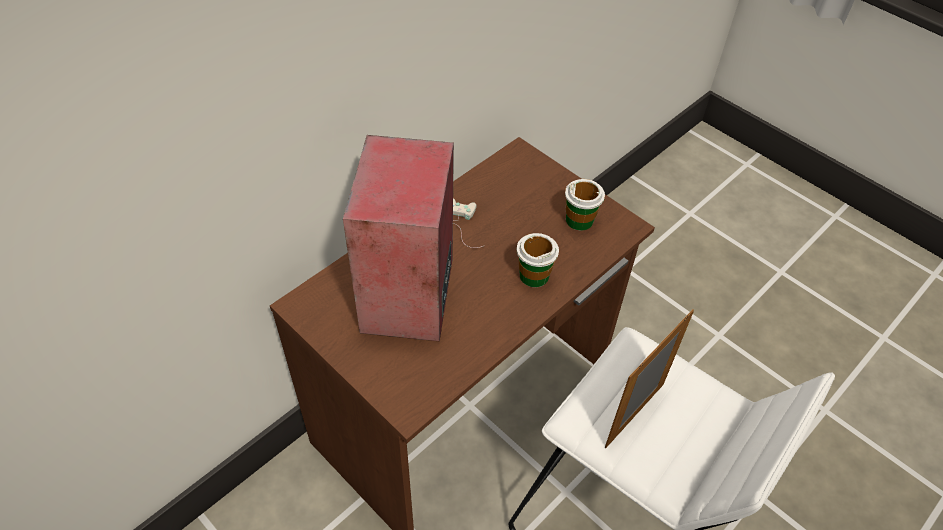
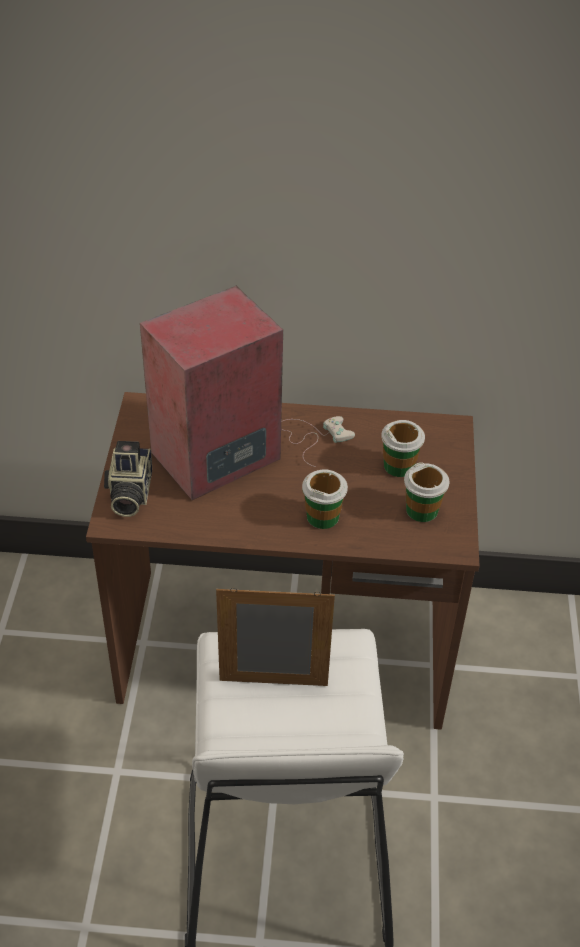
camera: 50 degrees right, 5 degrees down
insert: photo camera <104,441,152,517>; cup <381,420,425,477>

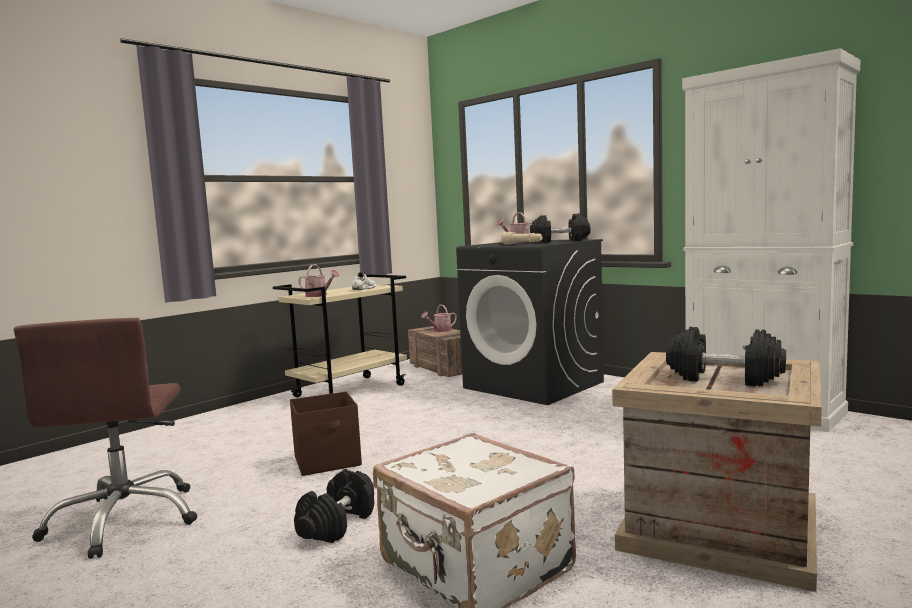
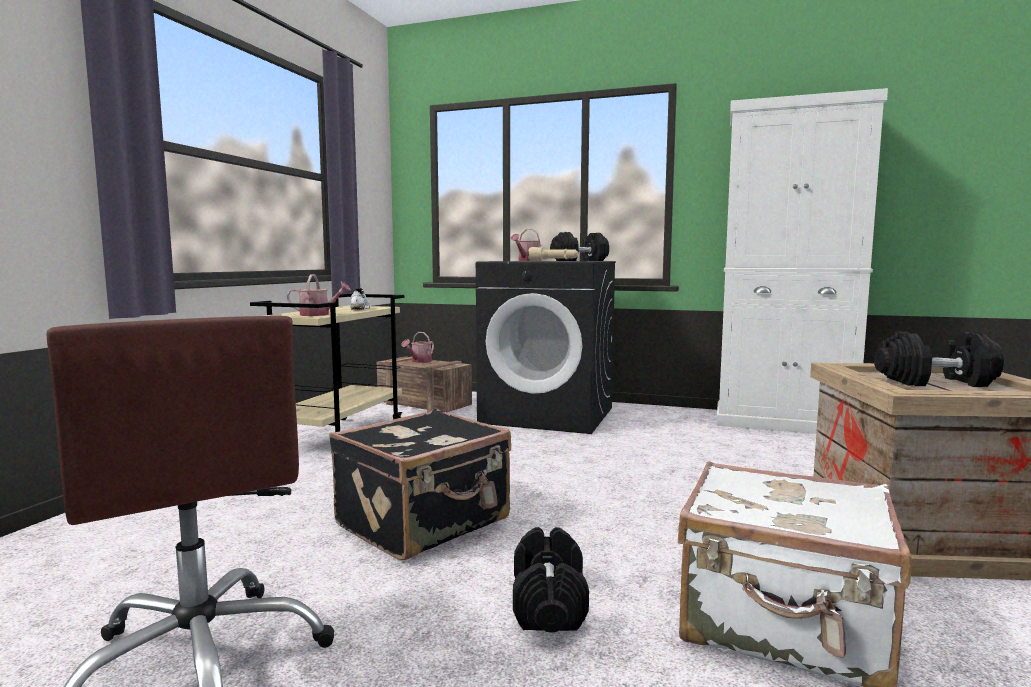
camera: 25 degrees left, 0 degrees up
replace: brown storage bin <290,391,362,476> to black-coloured piece of luggage <329,409,511,561>

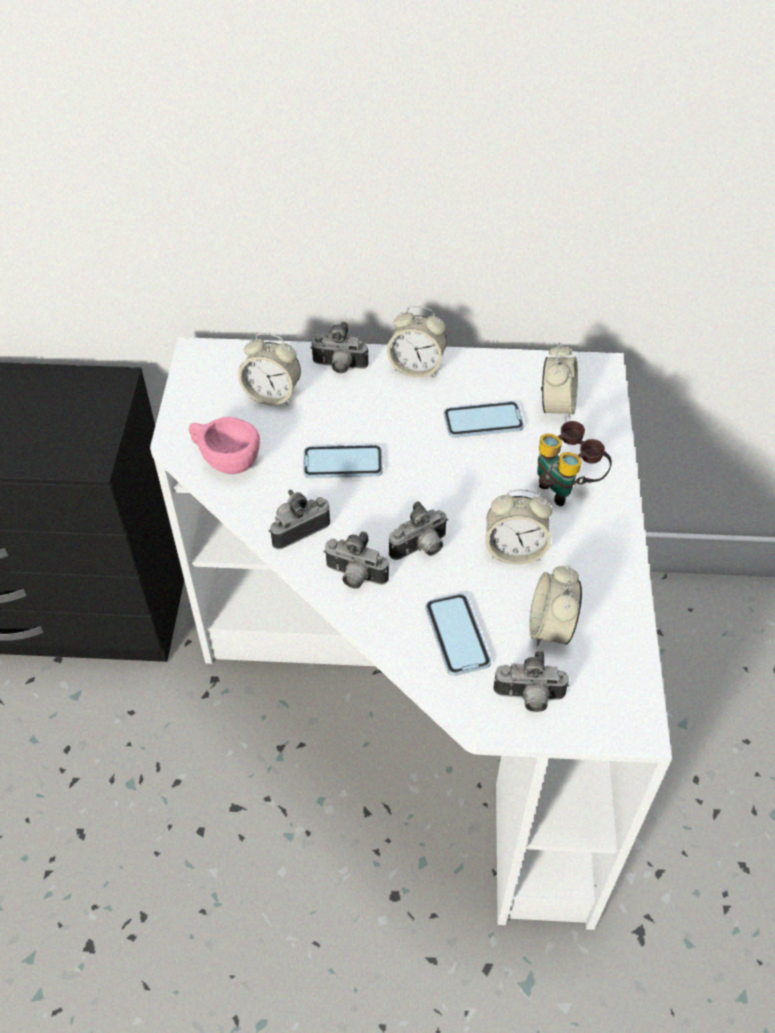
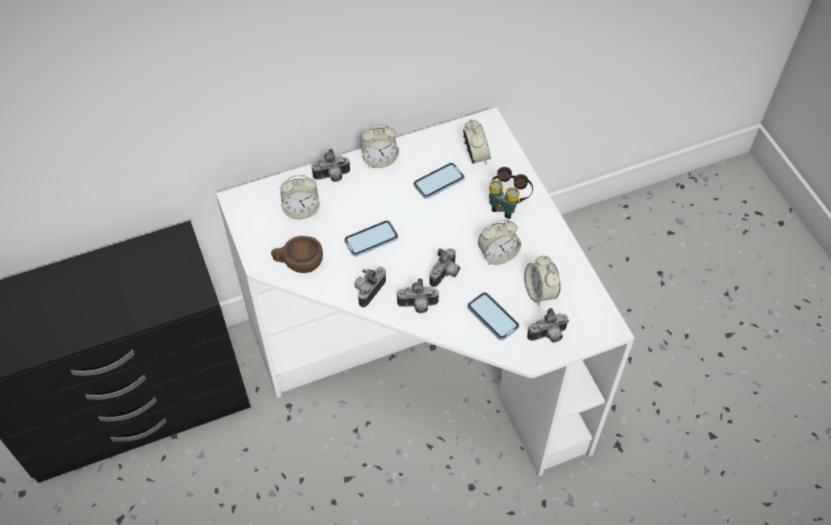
camera: 25 degrees left, 5 degrees up
recolor: pink-coloured cup <189,417,260,474> to brown cup <271,236,323,273>

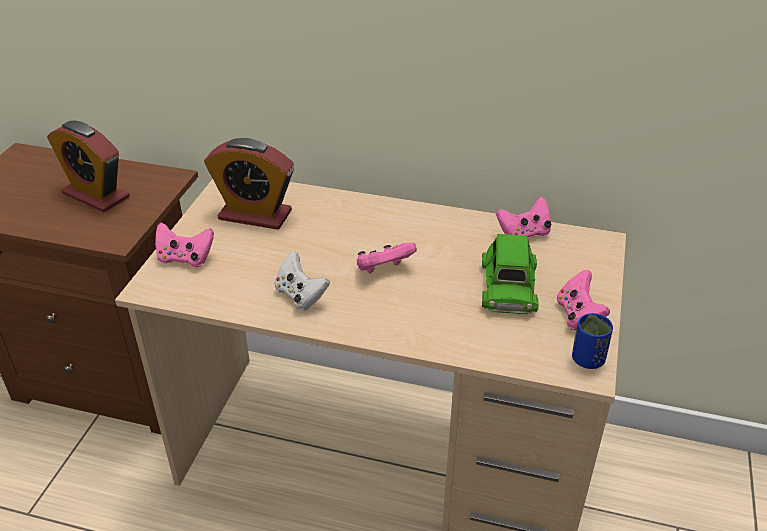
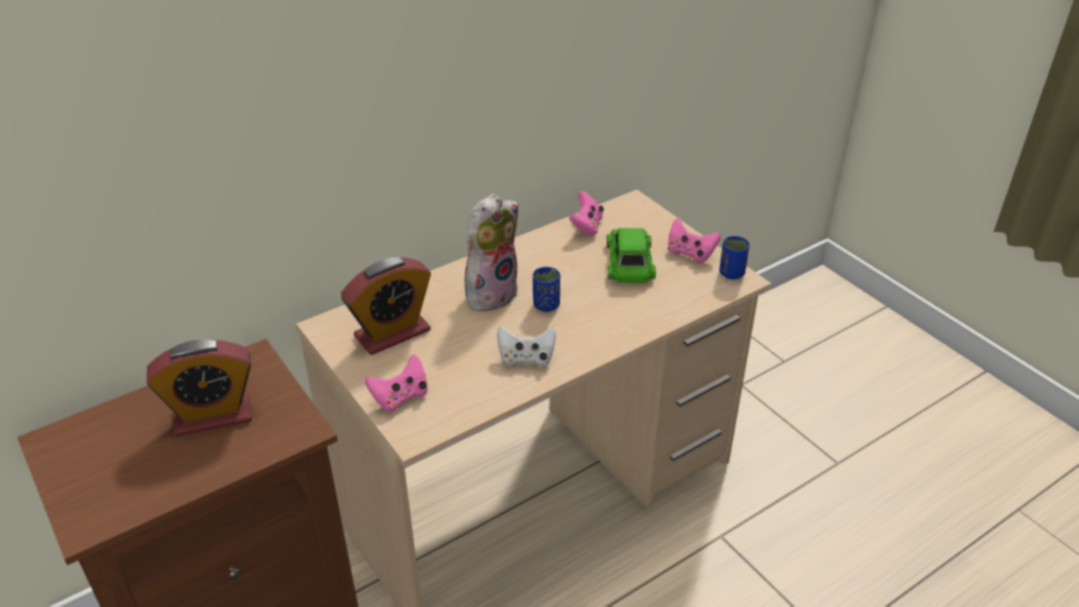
camera: 50 degrees left, 0 degrees up
insert: cuddly toy <465,194,518,313>
replace: pink-coloured game controller <357,243,417,274> to blue cup <533,267,560,312>
rotate: green toy car <482,234,539,314> = <607,228,656,283> 135 degrees counterclockwise

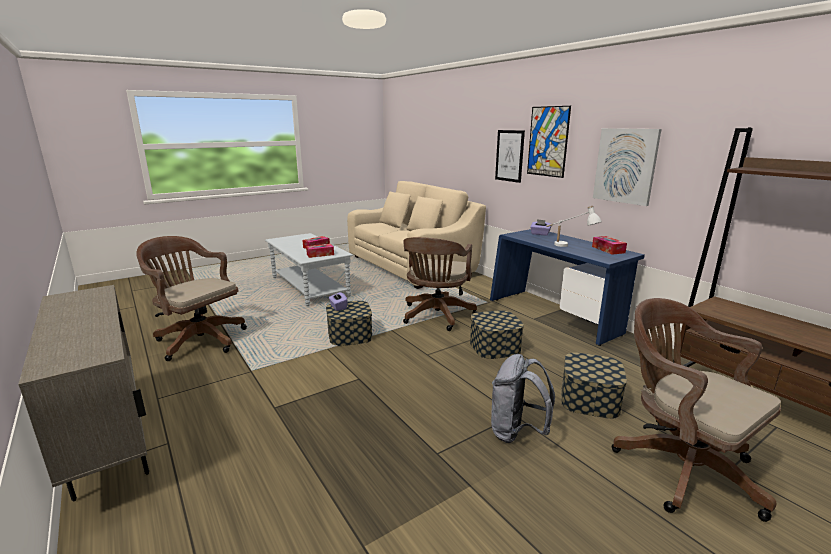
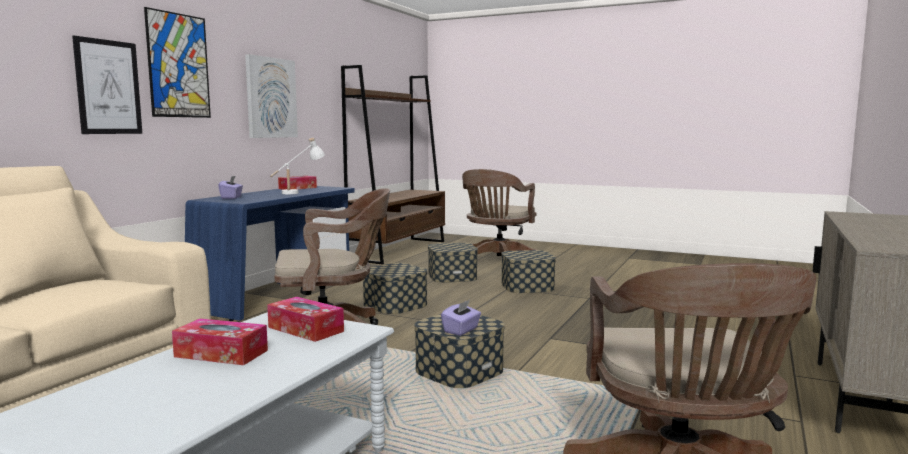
camera: 120 degrees left, 10 degrees down
replace: greyish rucksack <491,354,555,443> to storage bin <502,250,556,293>

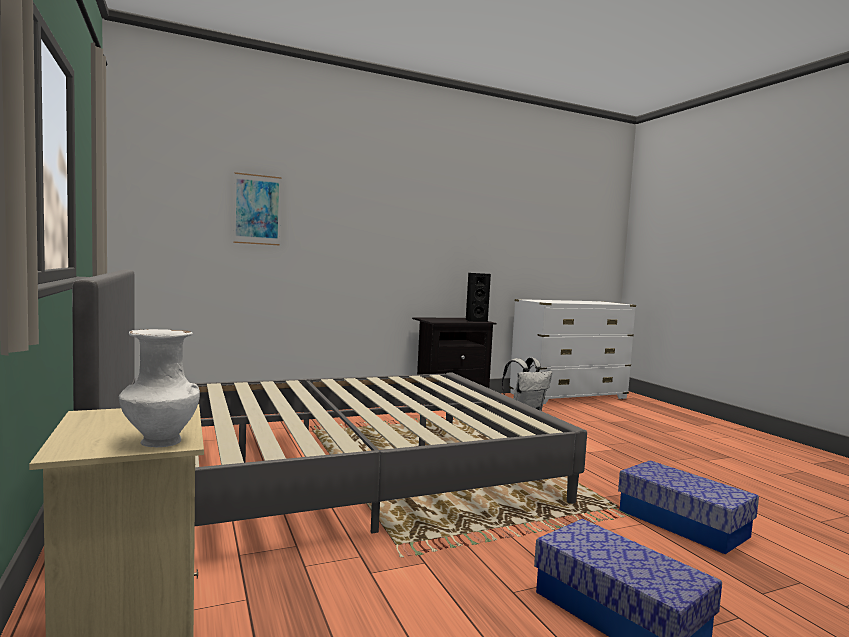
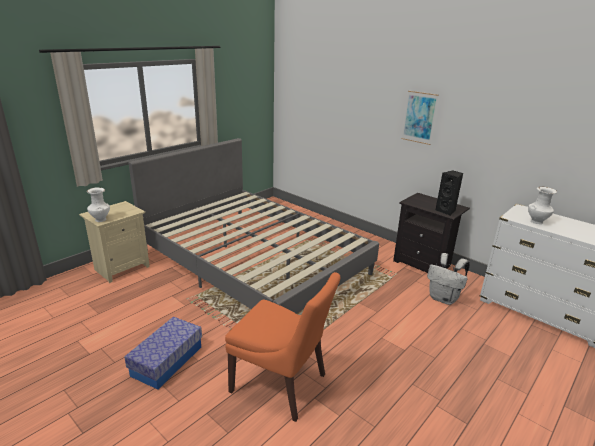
camera: 65 degrees right, 20 degrees up
insert: white flower vase <528,187,557,224>
move: wall picture <233,172,281,246> to <402,91,439,145>
replace: storage bin <618,460,759,554> to orange-coloured upright chair <225,272,341,422>

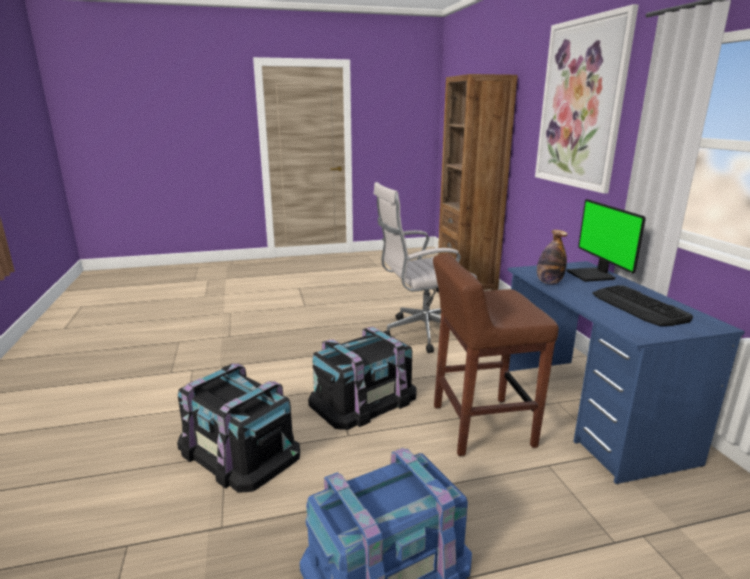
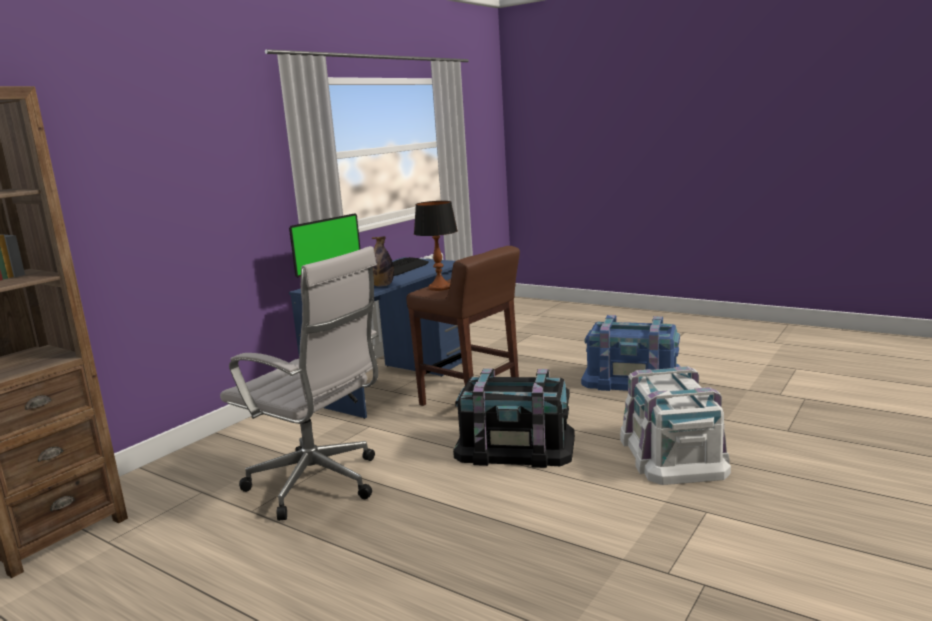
camera: 130 degrees left, 5 degrees down
delete: wall picture <535,4,639,194>
insert: tabletop lamp <414,201,458,291>
recolor: black-coloured storage bin <177,363,300,493> to white storage bin <620,366,731,485>

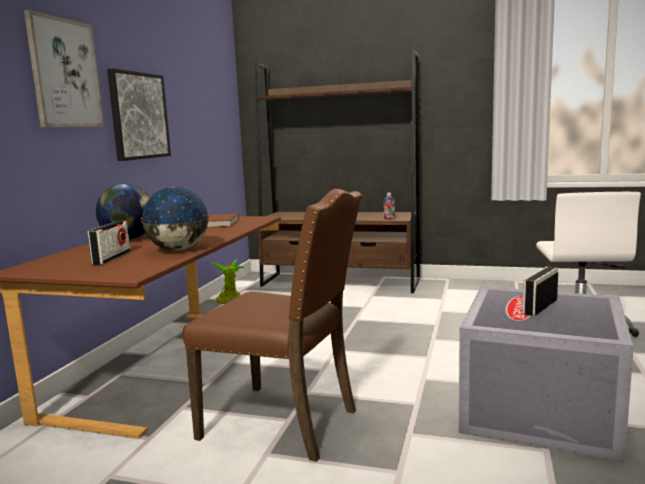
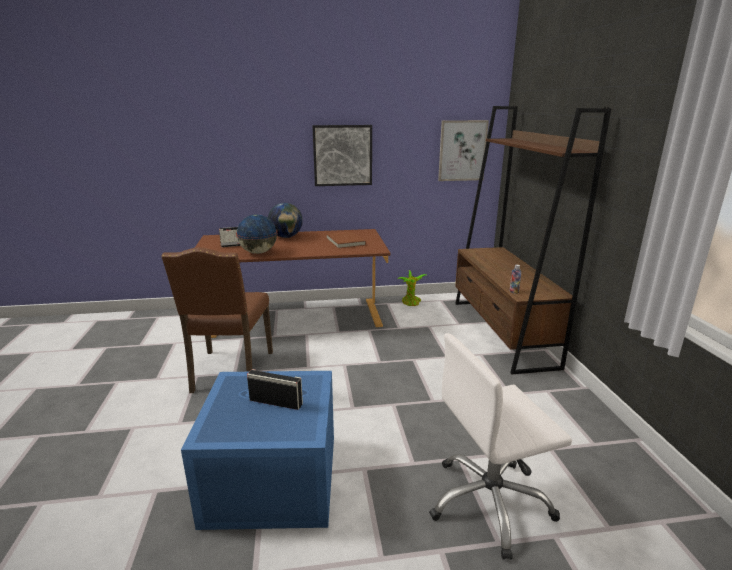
camera: 65 degrees right, 10 degrees up
move: wall picture <24,10,104,127> to <438,120,489,181>
recolor: greyish storage bin <459,286,634,462> to blue storage bin <181,371,334,530>

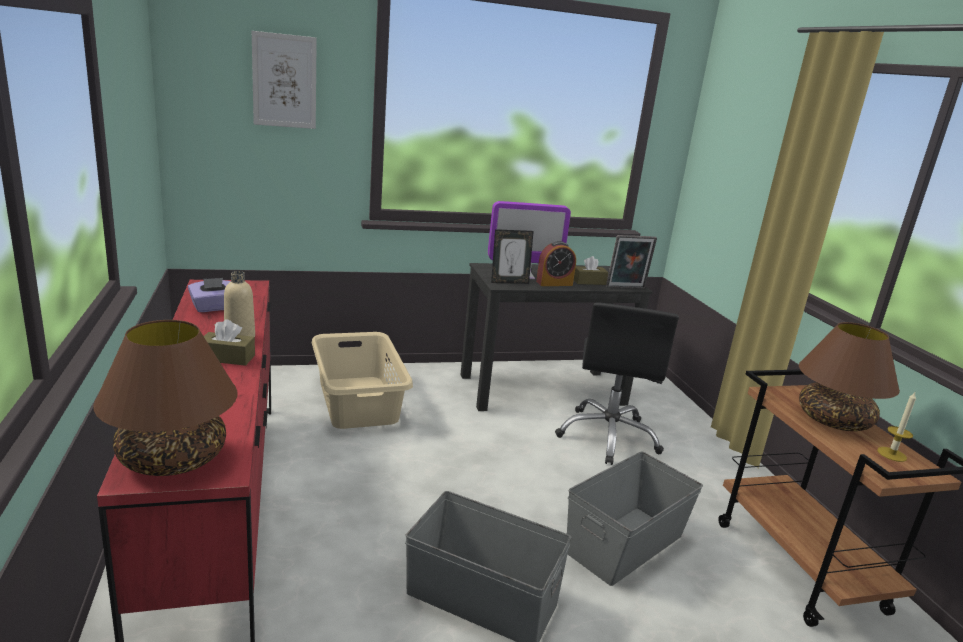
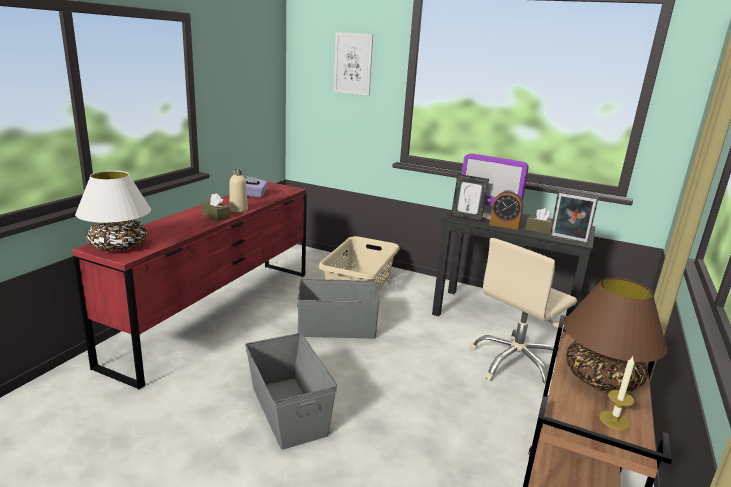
camera: 40 degrees right, 0 degrees up
move: greyish storage bin <567,452,703,586> to <297,279,380,338>
recolor: brown tabletop lamp <93,320,238,476> to white tabletop lamp <75,171,151,251>; black-coloured computer chair <555,302,679,465> to sand-coloured computer chair <469,238,577,390>

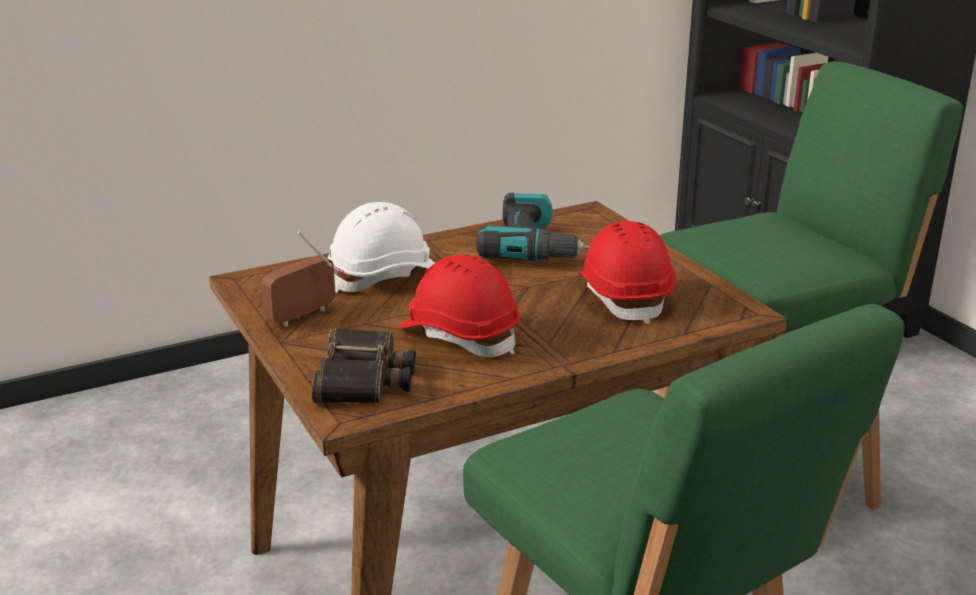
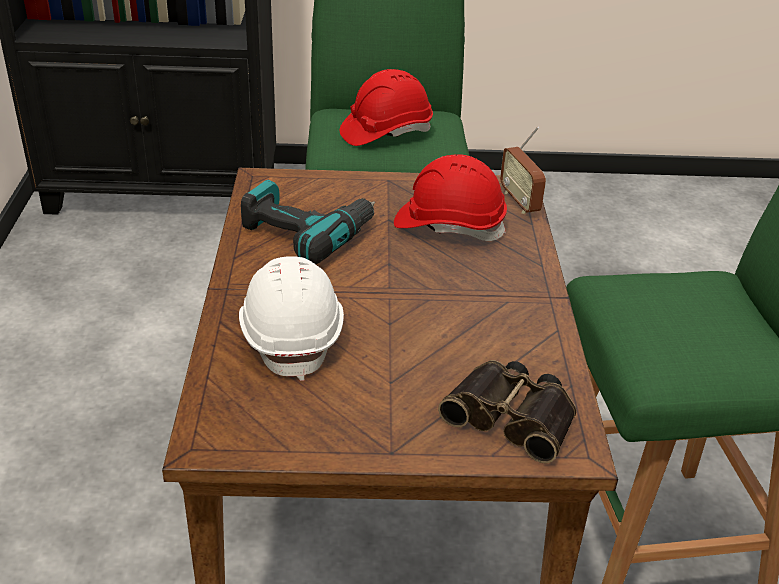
camera: 65 degrees left, 10 degrees up
move: radio set <261,231,336,327> to <500,127,546,214>; reddish work helmet <398,255,520,357> to <340,69,433,146>

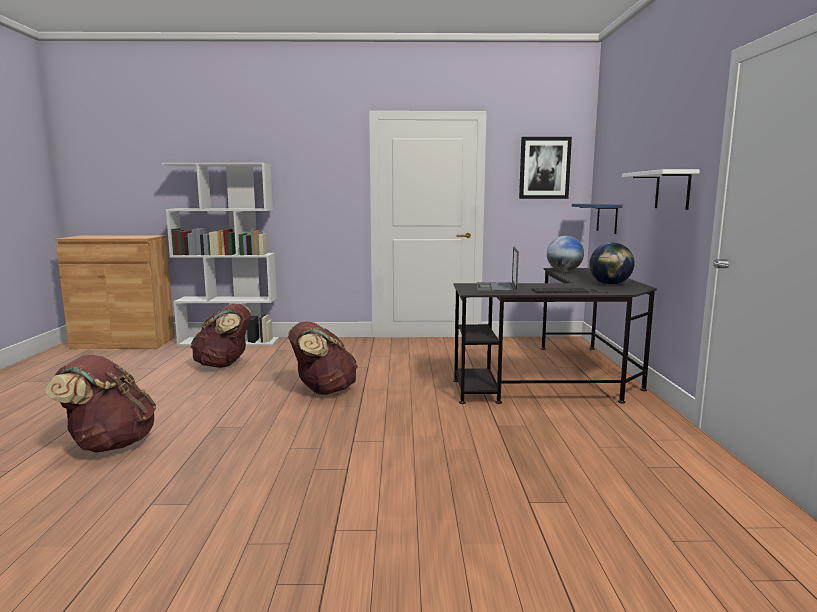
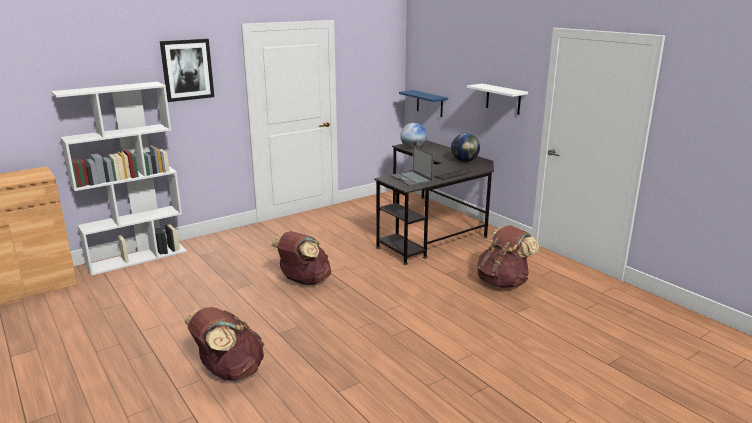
camera: 35 degrees left, 10 degrees up
move: brown rucksack <190,304,252,368> to <478,225,539,288>; wall picture <519,137,572,199> to <160,39,214,102>

